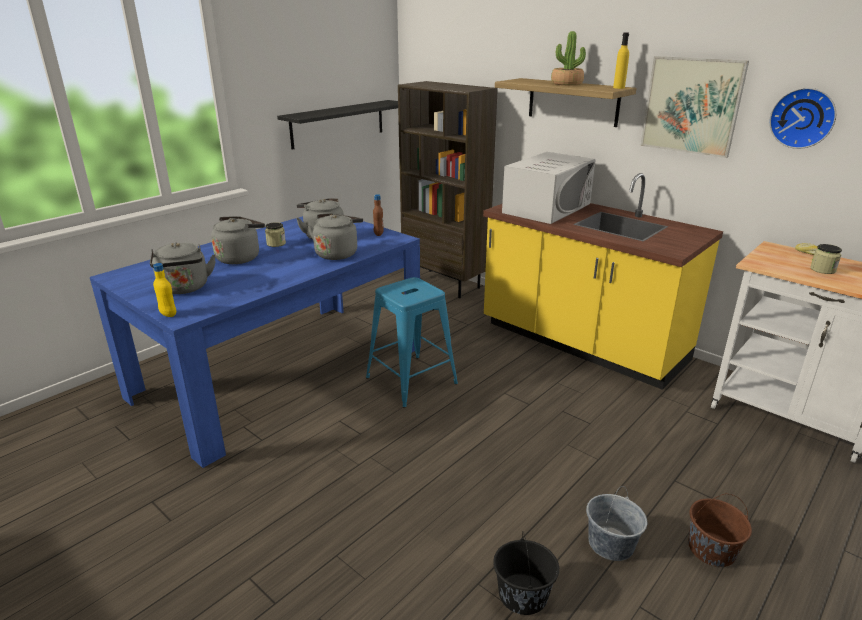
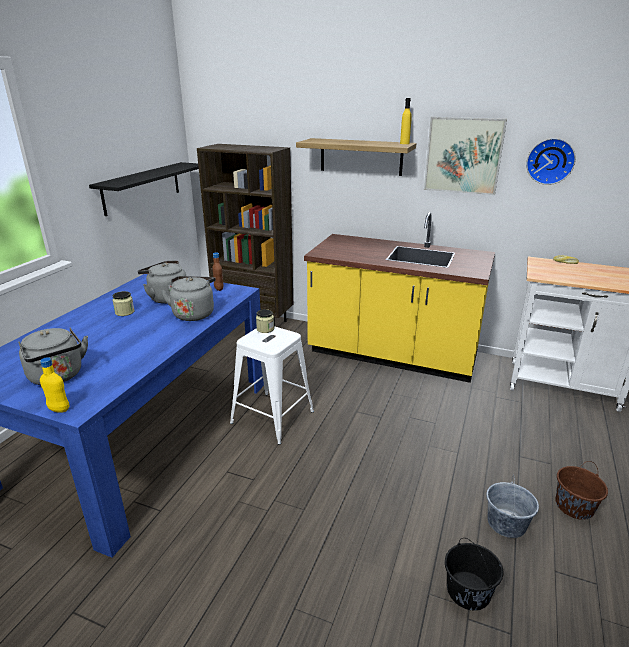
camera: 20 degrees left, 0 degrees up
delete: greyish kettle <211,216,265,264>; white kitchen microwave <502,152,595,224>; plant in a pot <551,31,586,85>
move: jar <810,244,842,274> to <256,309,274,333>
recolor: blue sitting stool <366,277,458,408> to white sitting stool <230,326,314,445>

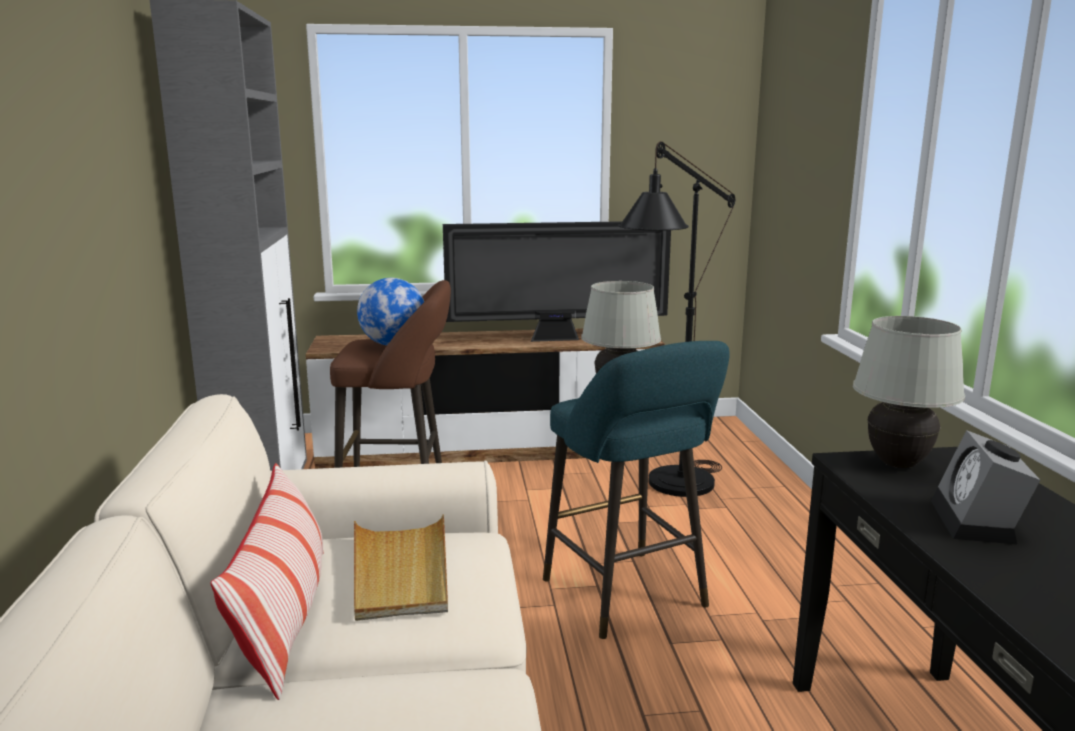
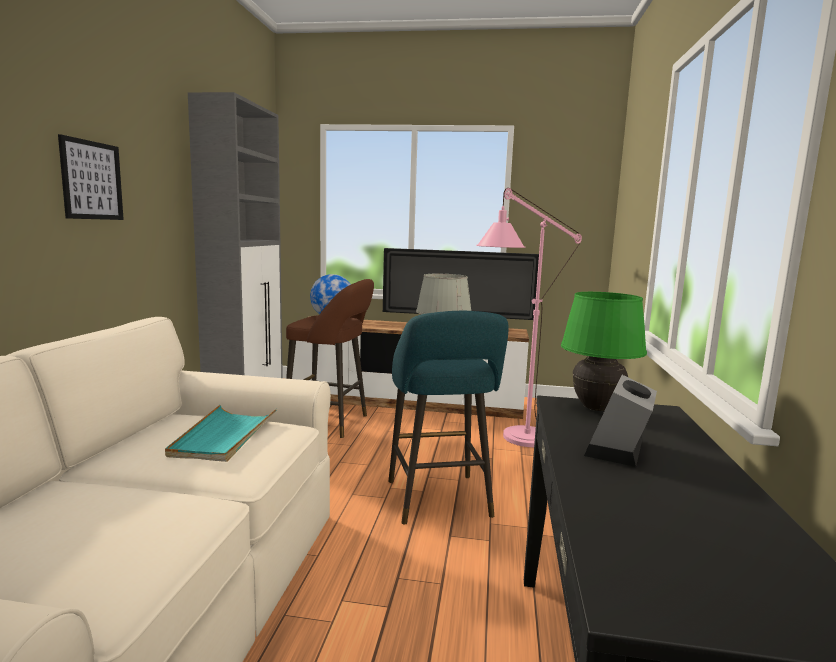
camera: 15 degrees right, 5 degrees down
delete: throw pillow <210,464,324,700>
insert: wall picture <58,134,124,220>
recolor: sand-coloured serving tray <354,514,448,621> to blue-green serving tray <165,405,277,462>; black-coloured floor lamp <618,141,735,497> to pink-coloured floor lamp <476,188,582,447>; white tabletop lamp <853,316,965,468> to green tabletop lamp <561,292,647,411>

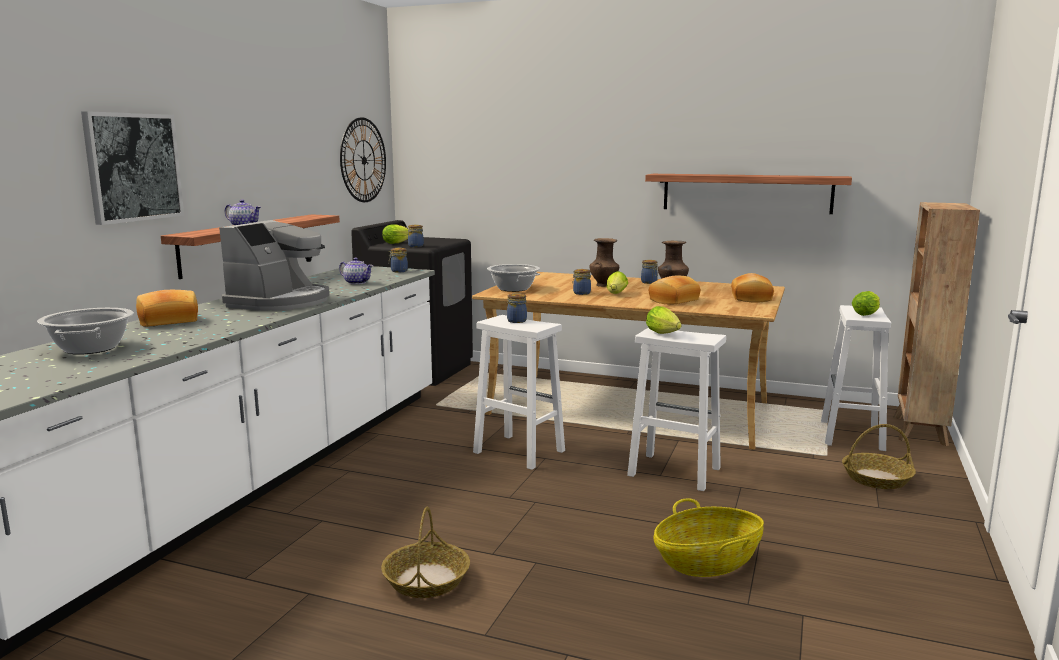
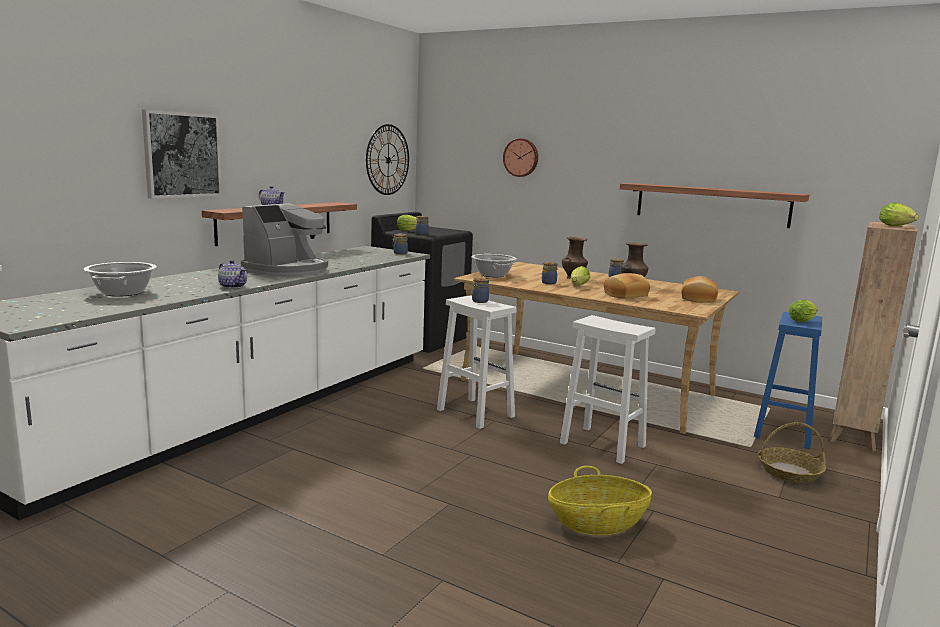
camera: 10 degrees right, 0 degrees up
delete: bread <136,290,198,327>; household basket <381,507,470,598>
insert: hanging clock <503,138,538,177>
move: pot for tea <339,258,373,284> to <218,260,247,289>; lettuce head <646,306,682,334> to <879,203,919,226>
recolor: white sitting stool <821,305,891,451> to blue sitting stool <754,312,822,449>

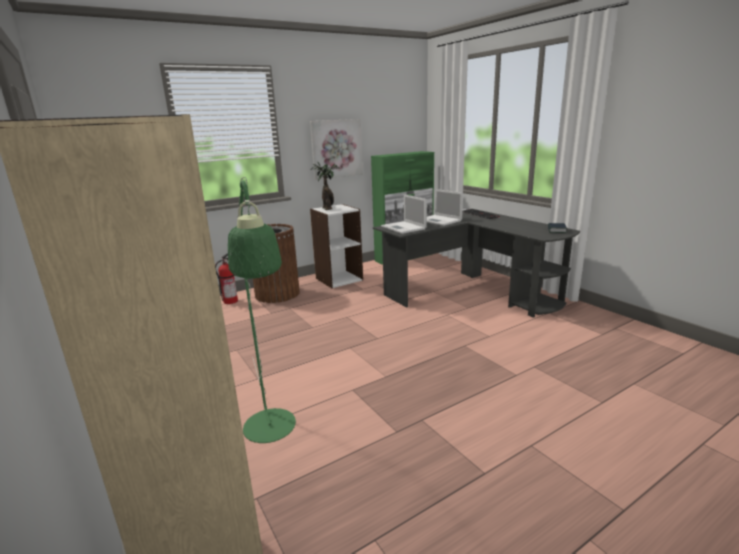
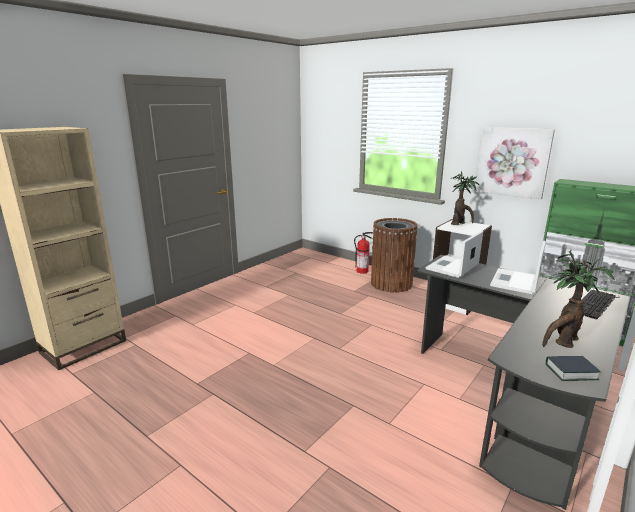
camera: 70 degrees right, 0 degrees up
delete: green floor lamp <228,177,296,443>
insert: plant in a pot <542,250,615,348>

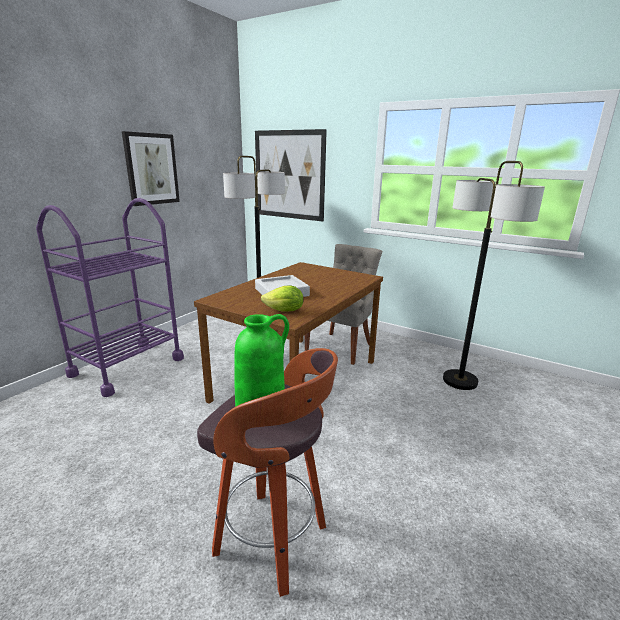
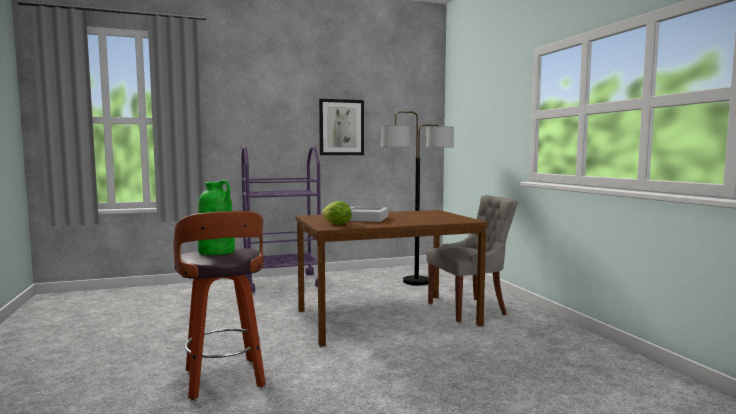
camera: 40 degrees right, 15 degrees down
delete: wall picture <255,129,327,221>; floor lamp <443,161,545,390>

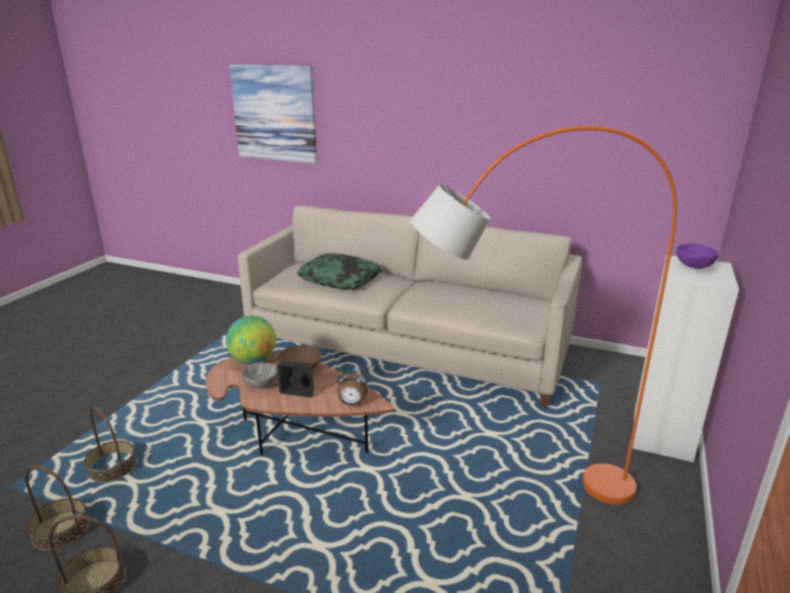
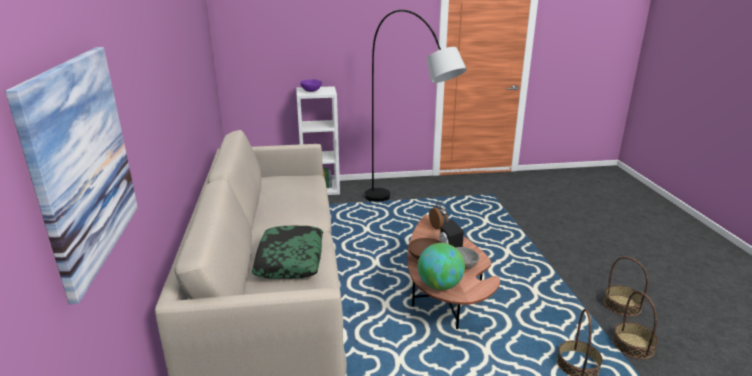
camera: 120 degrees left, 0 degrees up
recolor: orange-coloured floor lamp <410,126,677,505> to greyish floor lamp <365,9,467,202>

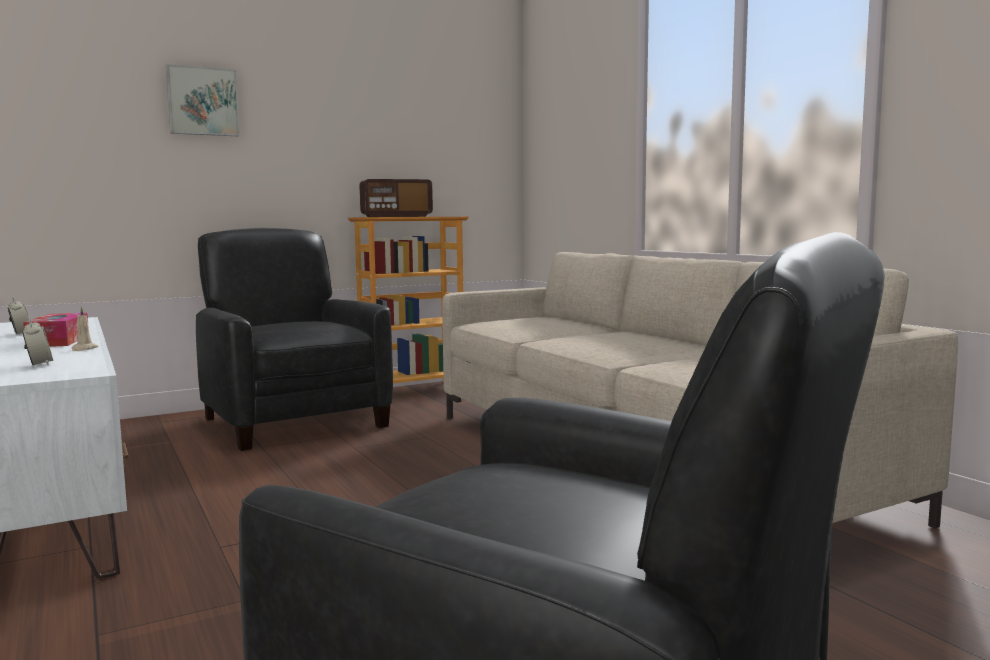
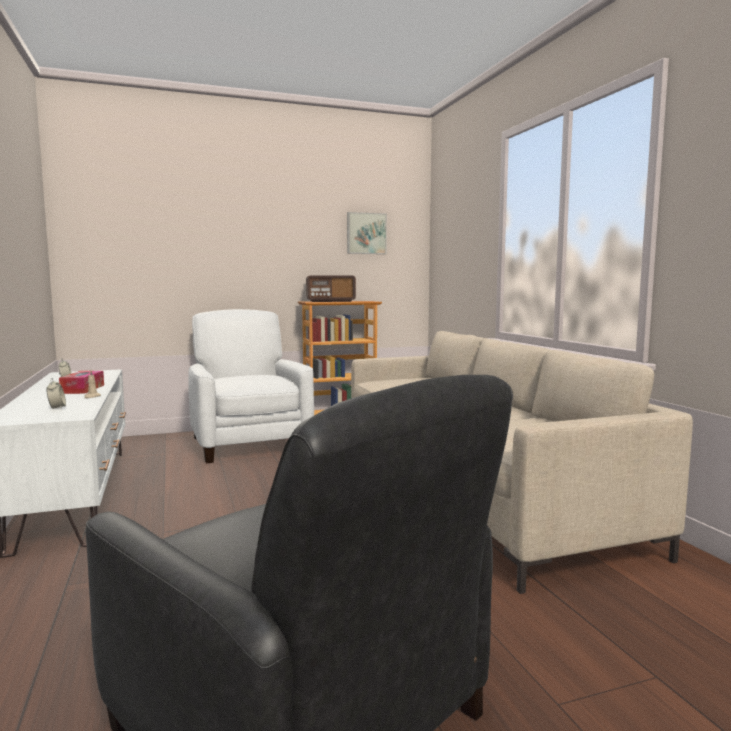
camera: 10 degrees right, 0 degrees up
move: wall picture <166,64,240,136> to <347,212,387,254>
recolor: black-coloured easy chair <196,228,393,451> to white easy chair <188,309,314,464>

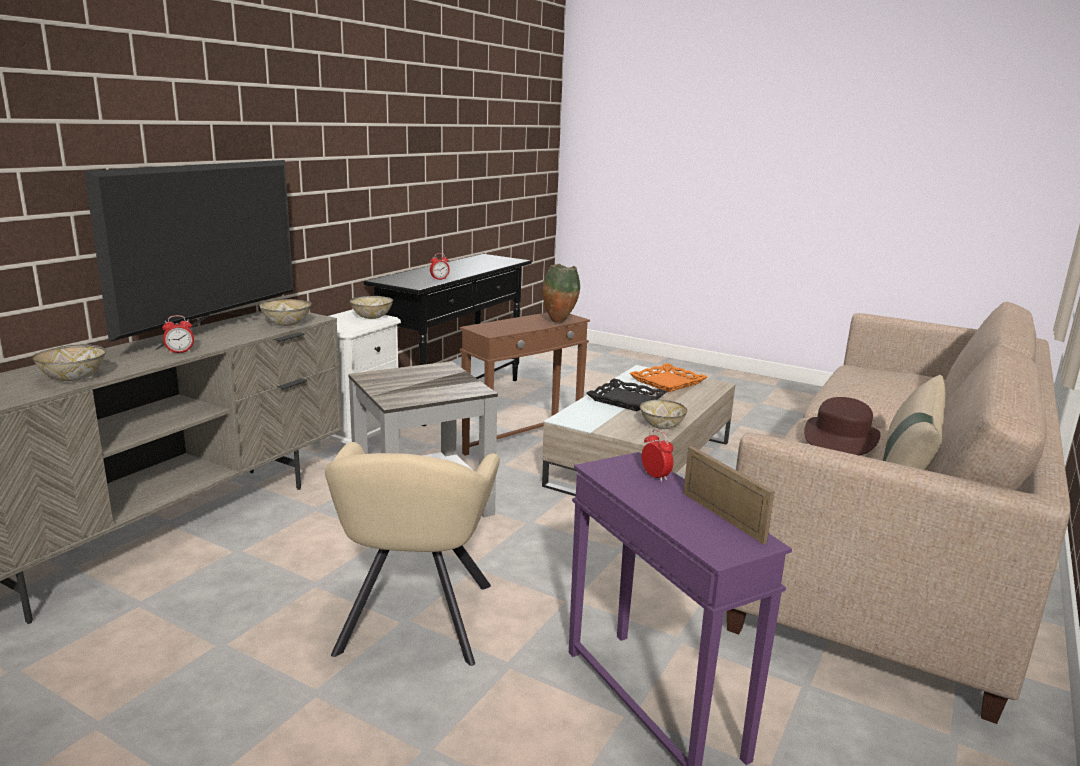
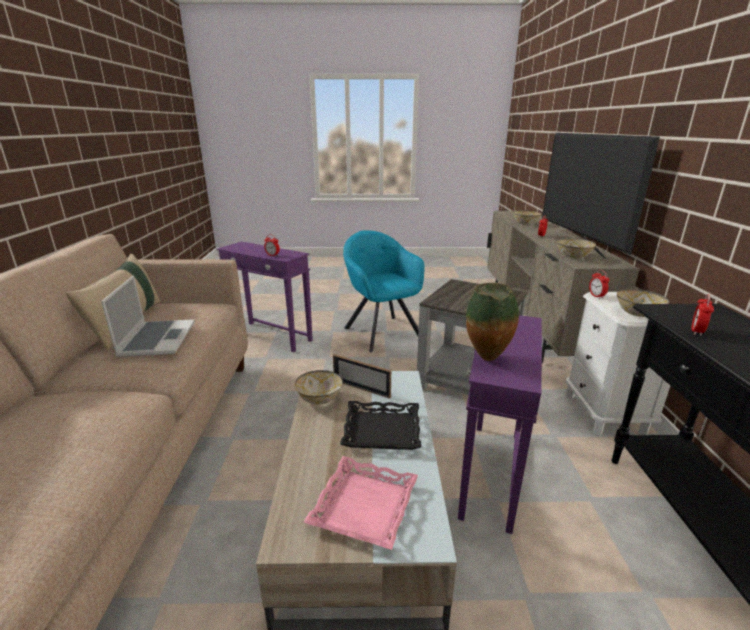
camera: 150 degrees right, 5 degrees up
insert: bedside clock <589,270,609,299>
move: photo frame <683,446,774,544> to <333,354,391,399>
replace: brown wearable hat <804,397,881,456> to laptop <101,275,195,357>
recolor: sand-coloured easy chair <325,442,500,666> to blue-green easy chair <343,230,425,352>; brown end table <460,312,590,455> to purple-coloured end table <458,315,542,534>; orange-coloured serving tray <629,363,707,392> to pink-coloured serving tray <304,456,418,550>

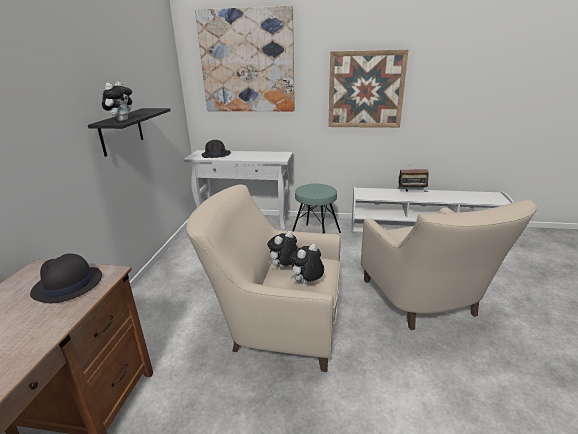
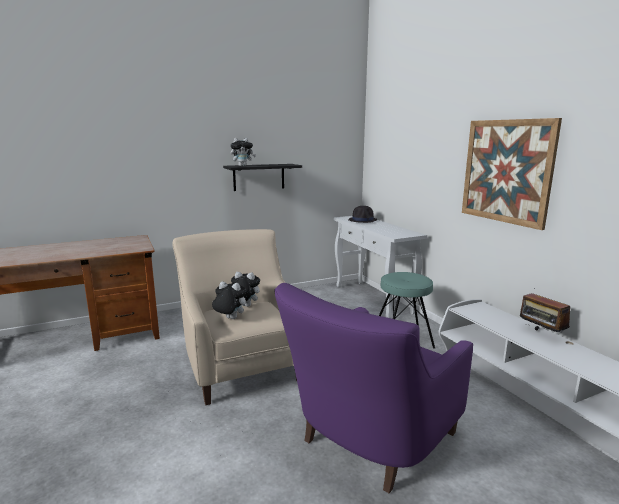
camera: 55 degrees right, 10 degrees down
delete: black-coloured wearable hat <30,253,102,303>; wall picture <195,6,295,111>
recolor: sand-coloured easy chair <361,199,537,330> to purple-coloured easy chair <274,283,473,493>

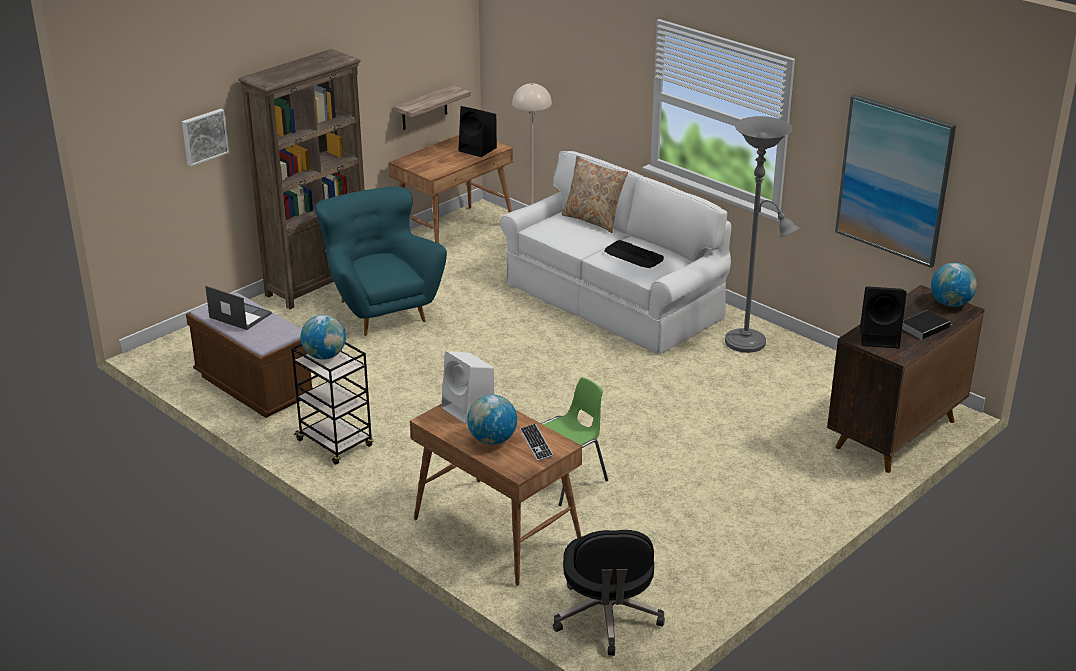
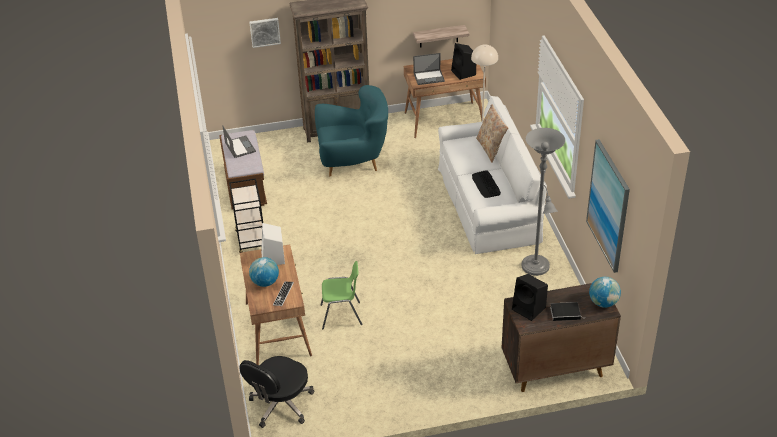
camera: 35 degrees right, 10 degrees up
delete: world globe <301,315,346,360>
insert: laptop <413,53,445,85>
rotate: blue-green easy chair <315,186,447,336> = <315,85,388,176> 75 degrees clockwise

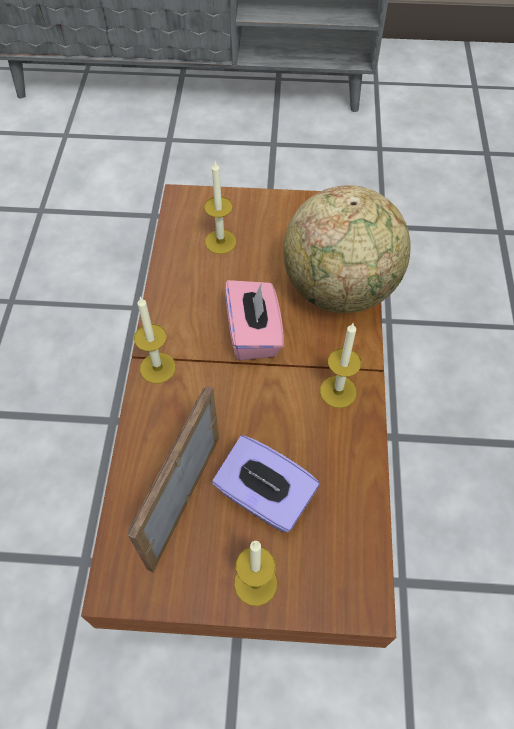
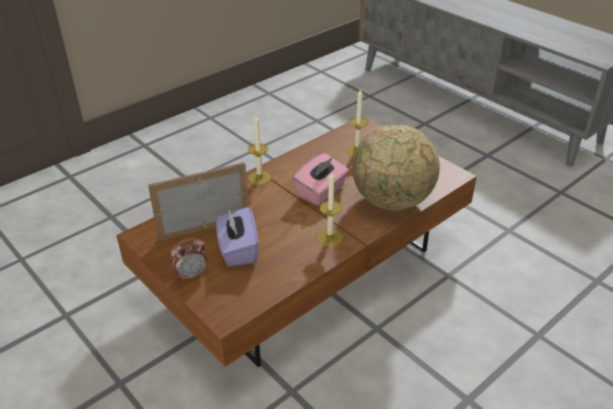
camera: 45 degrees right, 20 degrees down
replace: candle <234,541,277,606> to bedside clock <171,238,207,281>

